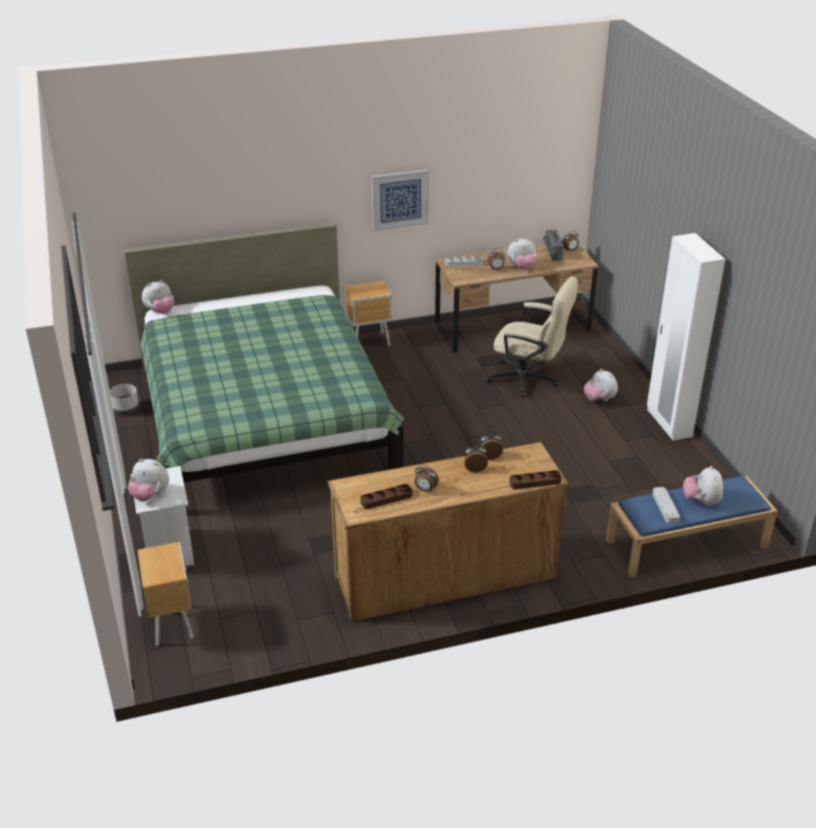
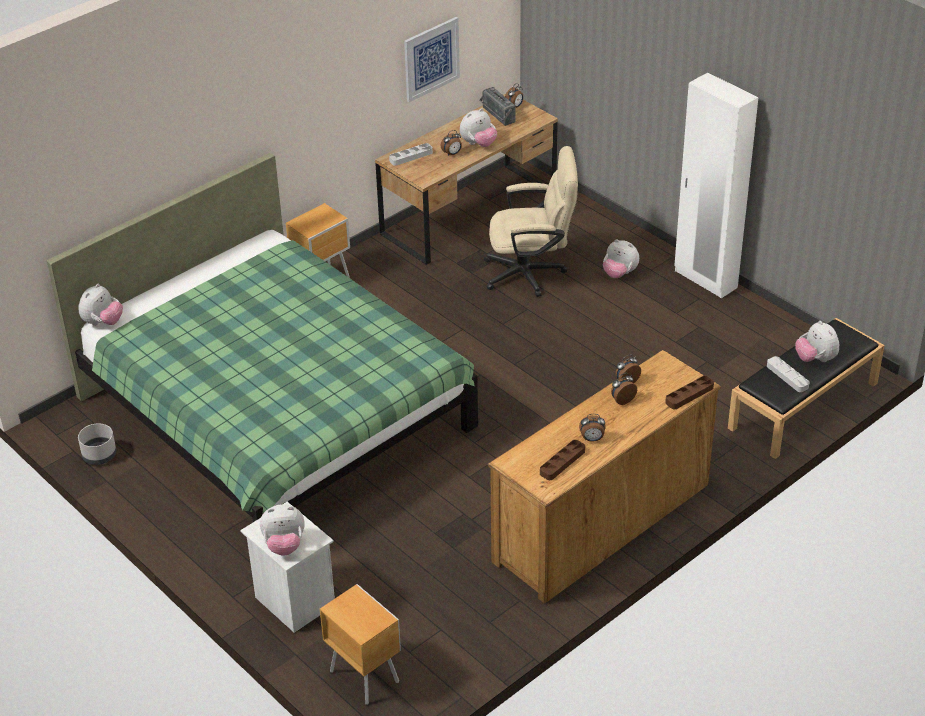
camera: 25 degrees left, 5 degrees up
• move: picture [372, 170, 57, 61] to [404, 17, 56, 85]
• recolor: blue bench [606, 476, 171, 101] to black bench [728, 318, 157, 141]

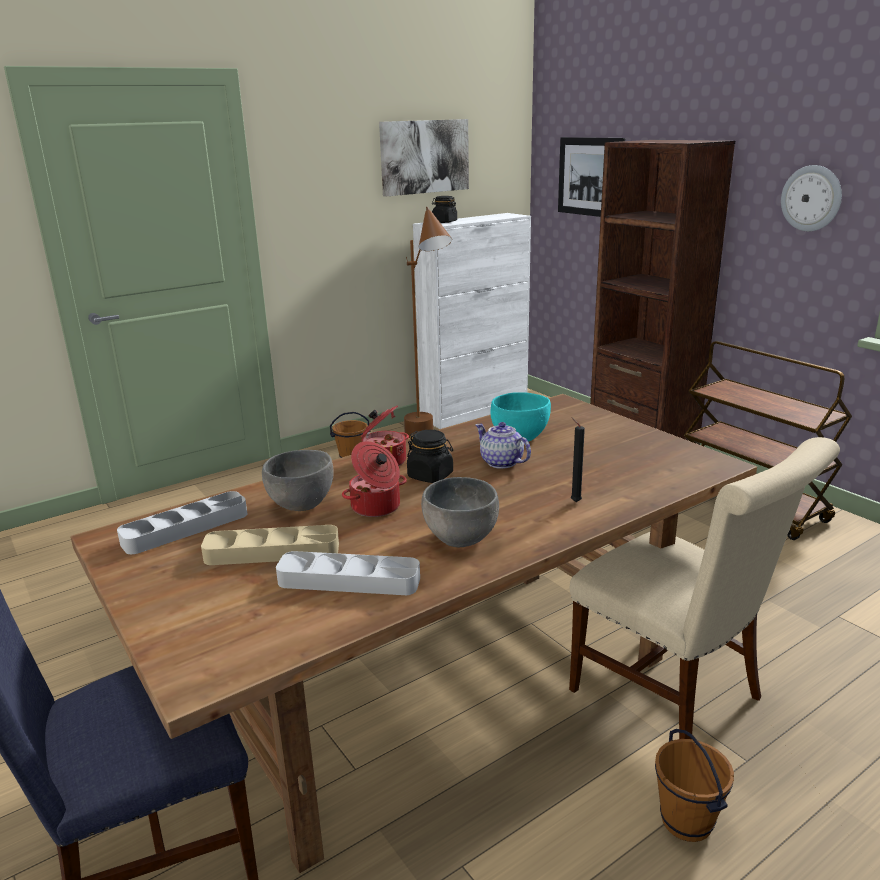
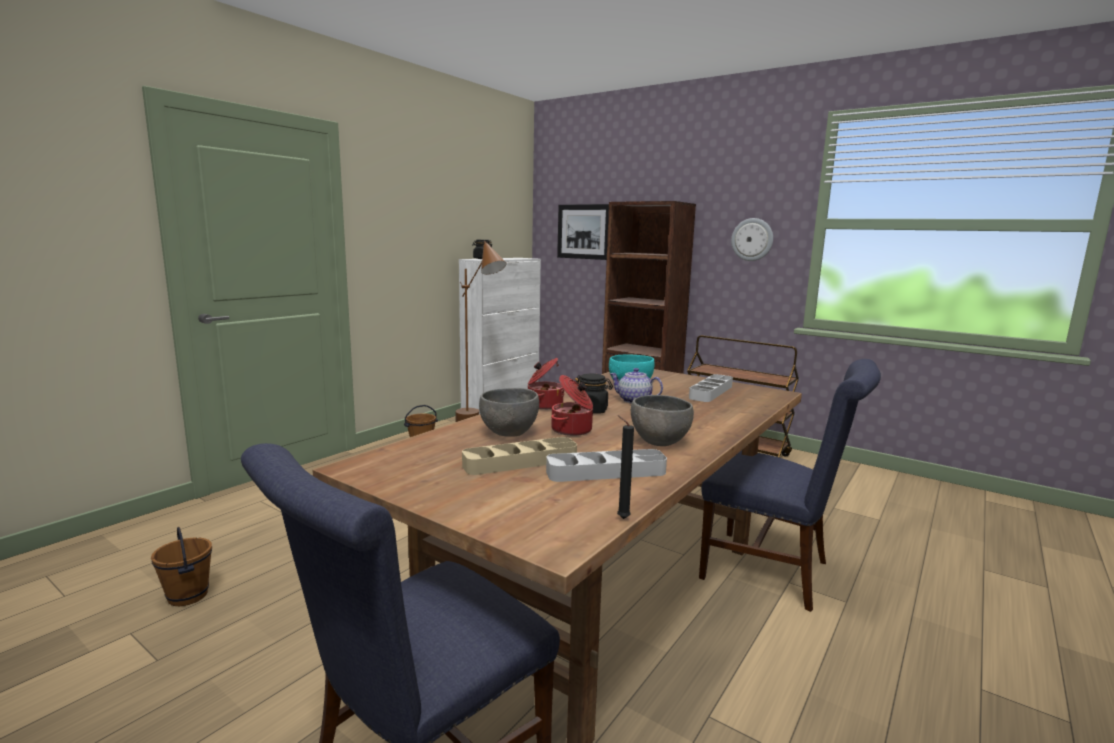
camera: 20 degrees left, 10 degrees down
• delete: picture [379, 119, 90, 77]
• move: black candle [571, 417, 14, 85] to [617, 415, 17, 104]
• recolor: beige chair [569, 437, 271, 302] to blue chair [699, 359, 182, 253]
• move: grey tray [117, 491, 130, 63] to [689, 374, 44, 28]
• move: brown bucket [655, 729, 79, 113] to [151, 527, 61, 79]

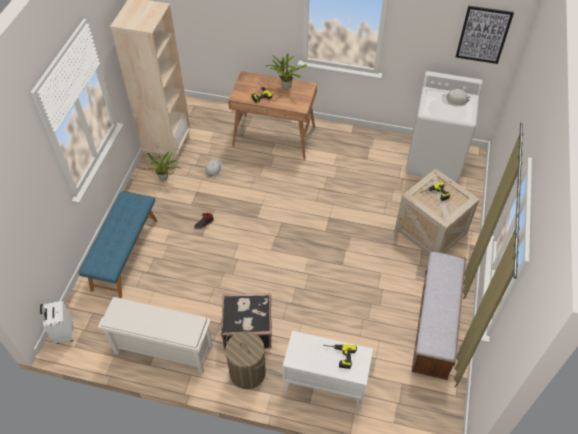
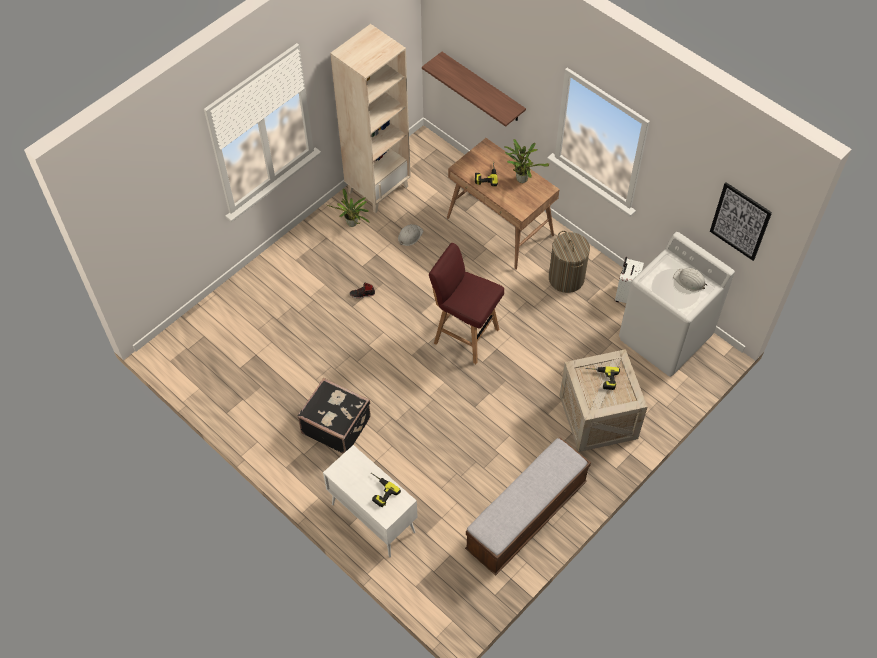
camera: 30 degrees right, 5 degrees up
• delete: blue bench [78, 191, 79, 107]
• delete: white shoe rack [98, 297, 115, 77]
• move: white suitcase [40, 301, 33, 43] to [615, 257, 29, 46]
• move: laundry basket [225, 331, 41, 58] to [549, 231, 41, 62]
• insert: shelf [422, 52, 104, 75]
• insert: red stool [429, 243, 75, 121]

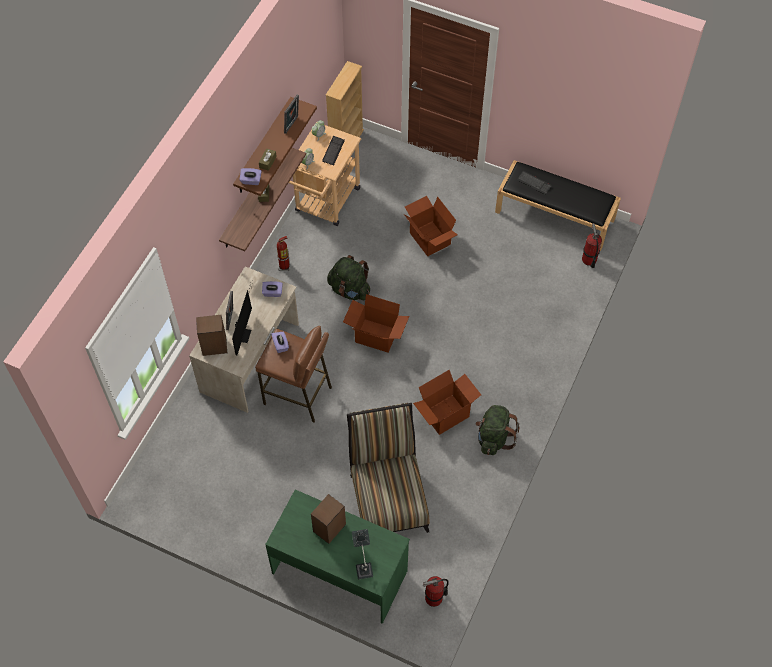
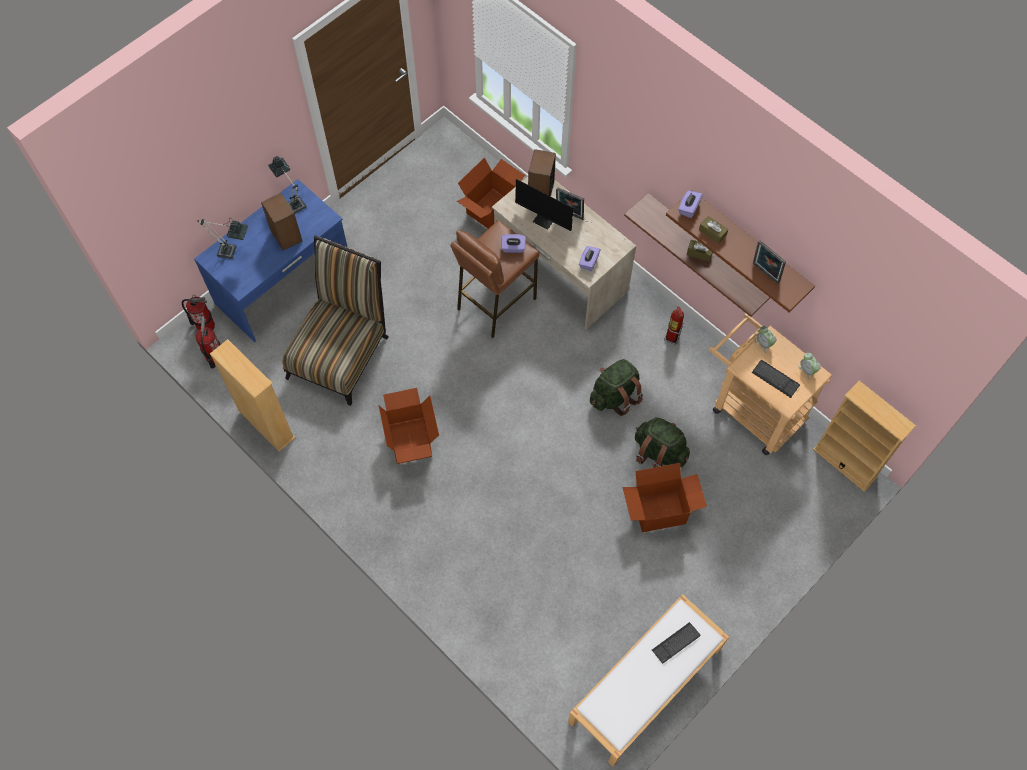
camera: 110 degrees right, 5 degrees up
• recolor: black bench [495, 160, 126, 91] to white bench [568, 594, 161, 173]
• move: fire extinguisher [582, 223, 20, 45] to [182, 295, 33, 36]
• move: cardboard box [343, 294, 66, 58] to [457, 158, 68, 71]
• rotate: chair [347, 403, 83, 130] = [282, 236, 107, 170] 75 degrees counterclockwise
• move: green backpack [476, 405, 44, 50] to [635, 417, 55, 51]
• recolor: green desk [265, 490, 145, 134] to blue desk [194, 179, 153, 163]
• insert: table lamp [268, 156, 39, 58]
• insert: beige bookcase [210, 339, 85, 112]

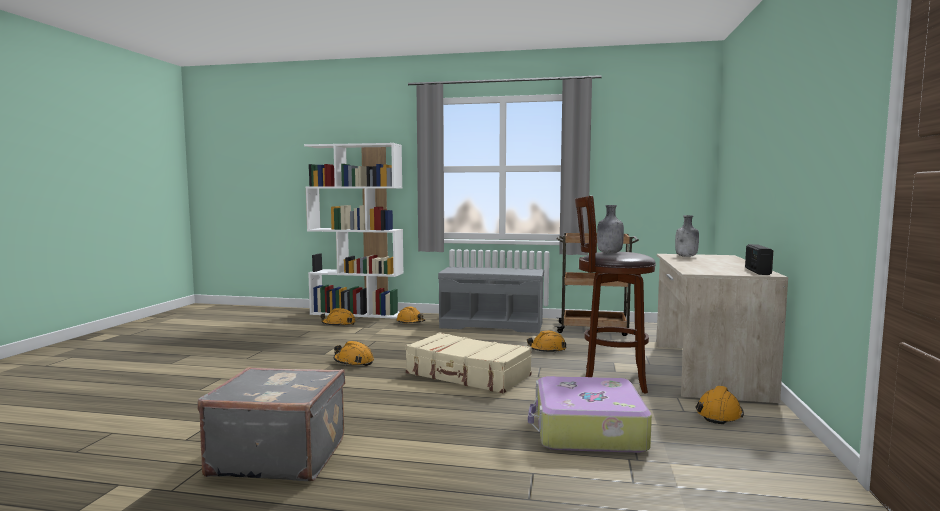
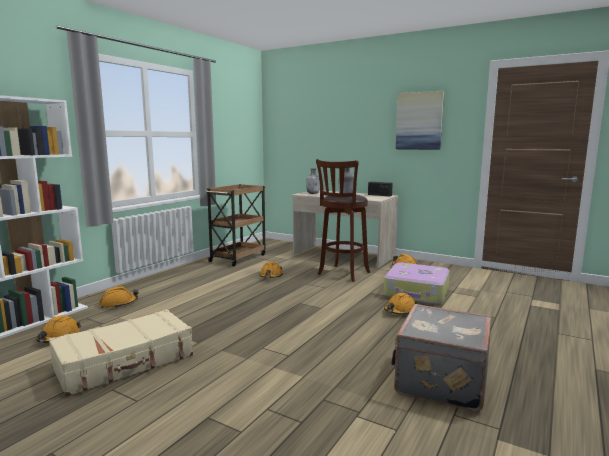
camera: 70 degrees left, 5 degrees up
• delete: grey bench [438, 267, 106, 66]
• move: beige suitcase [405, 333, 127, 60] to [49, 309, 144, 88]
• move: orange hard hat [334, 341, 40, 25] to [384, 293, 33, 22]
• insert: picture [396, 91, 48, 59]

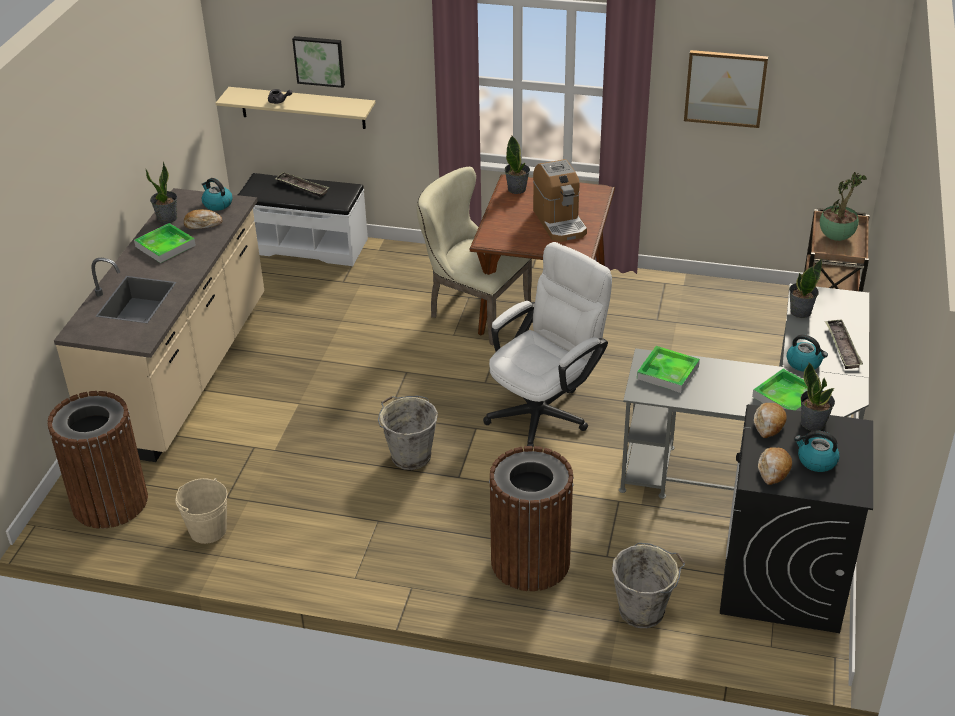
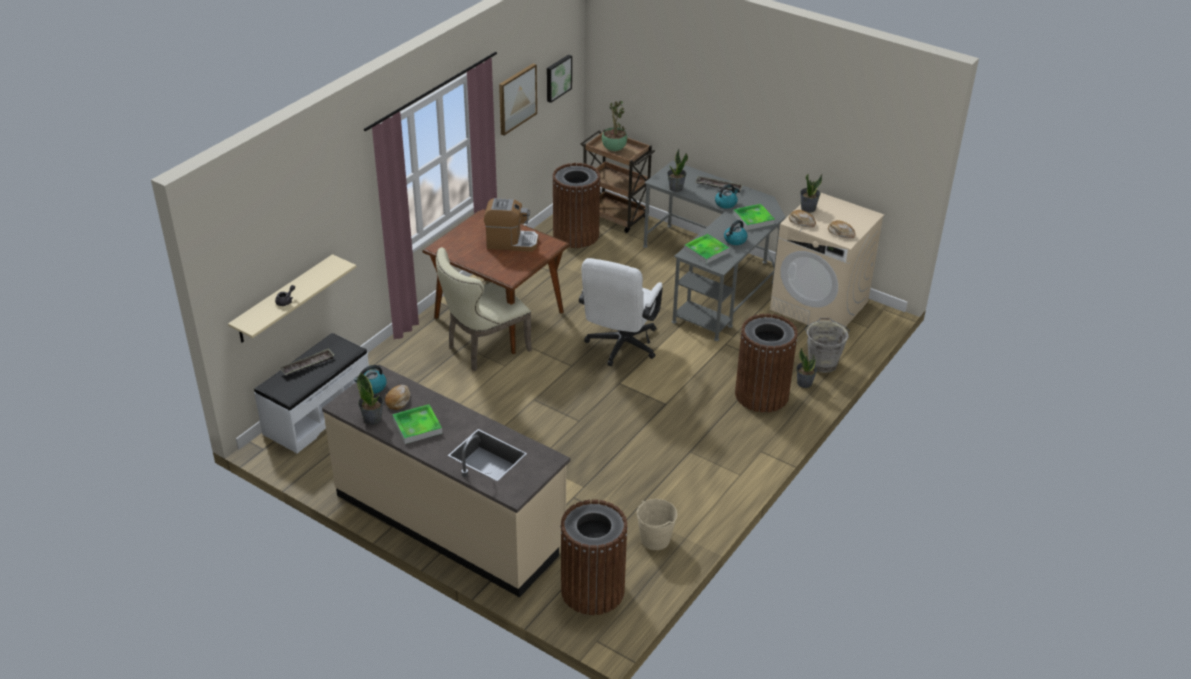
camera: 70 degrees left, 0 degrees up
• move: picture [292, 36, 53, 52] to [547, 55, 25, 48]
• move: potted plant [504, 136, 26, 58] to [796, 348, 21, 40]
• rotate: white office chair [483, 242, 129, 205] = [579, 258, 84, 108] 135 degrees counterclockwise
• delete: grey bucket [378, 396, 60, 74]
• recolor: black washing machine [720, 404, 153, 229] to beige washing machine [770, 192, 114, 136]
• move: kettle [794, 431, 46, 41] to [724, 220, 24, 25]
• insert: brown trash can [552, 163, 48, 85]

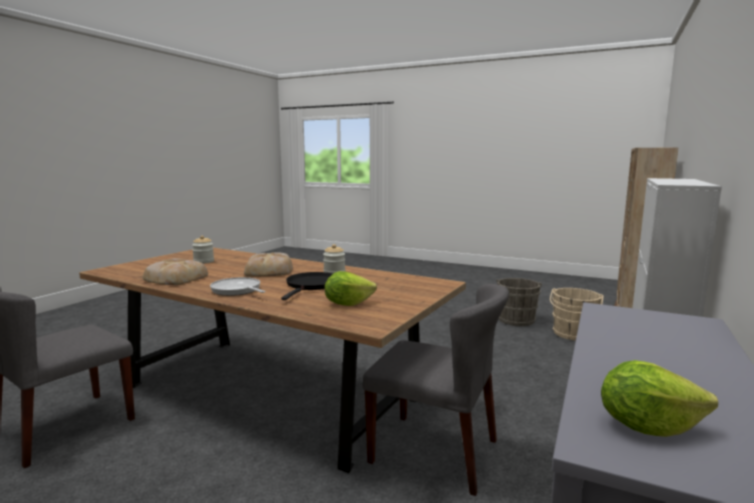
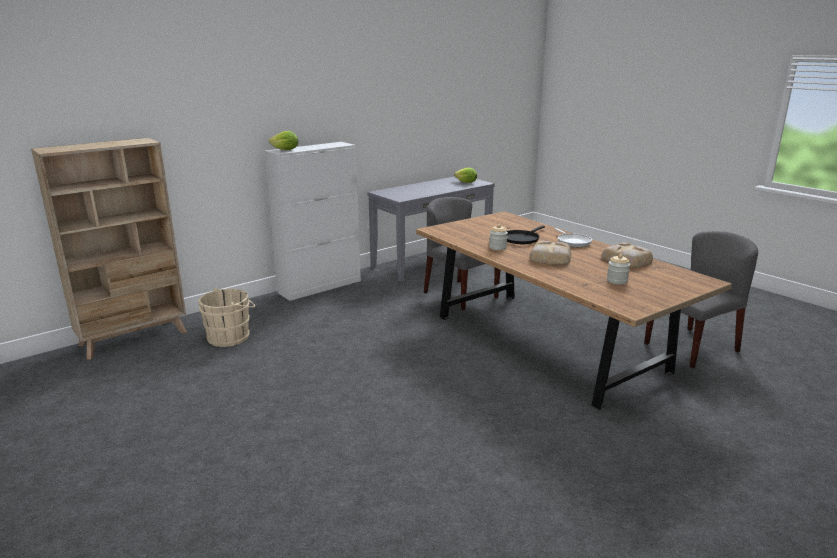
camera: 155 degrees left, 10 degrees up
• move: lettuce [324, 271, 53, 35] to [269, 131, 30, 19]
• delete: grey bucket [496, 278, 46, 48]

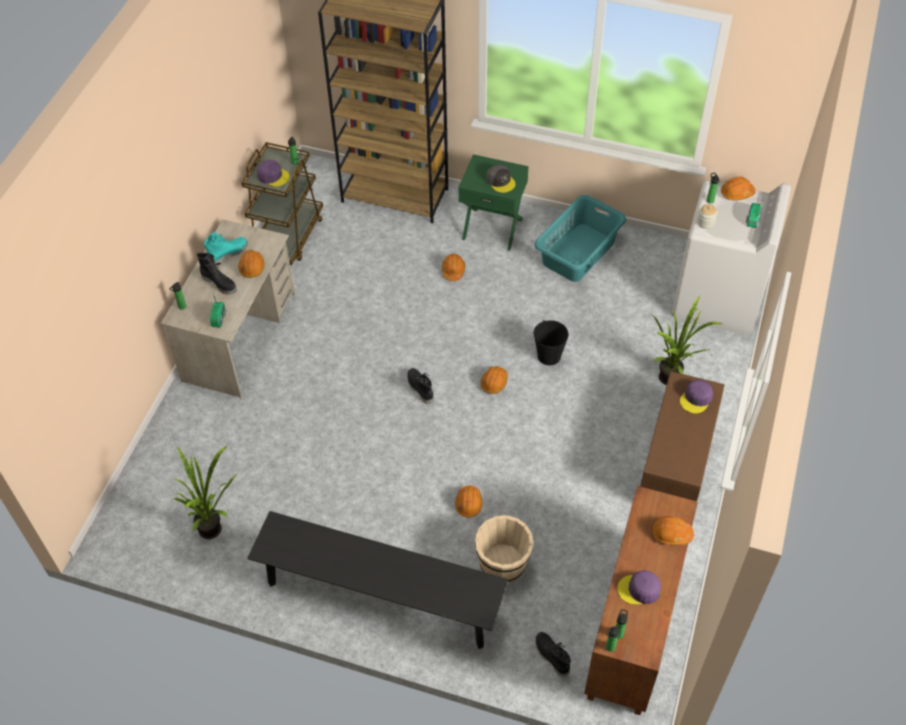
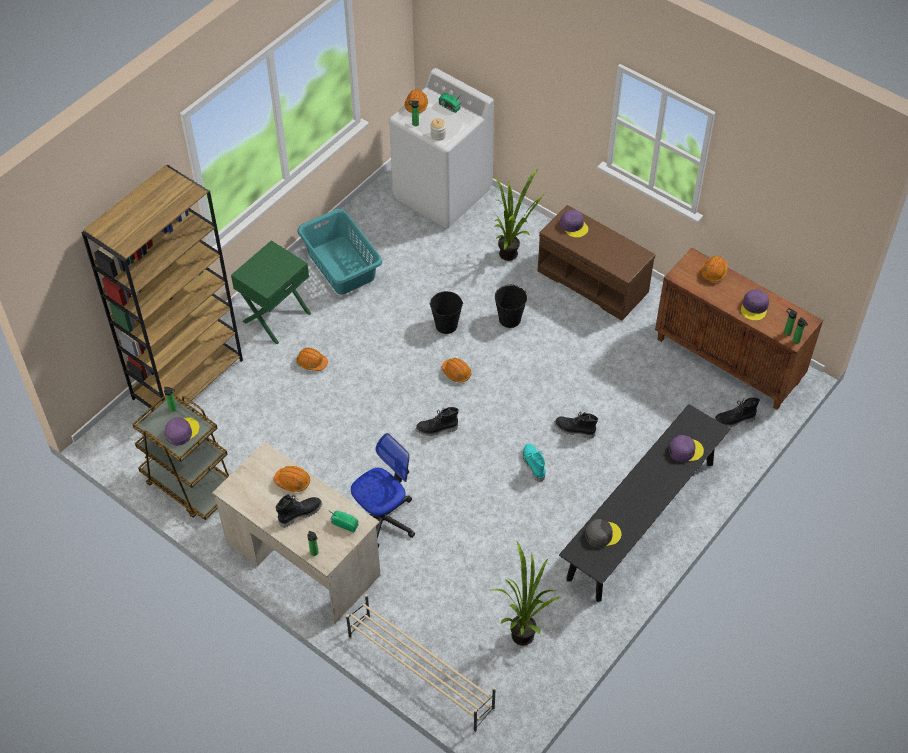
camera: 70 degrees left, 0 degrees up
• move: grey cap [486, 164, 29, 29] to [585, 519, 36, 29]
• move: turquoise boot [204, 232, 44, 32] to [523, 443, 22, 39]
• replace: orange hard hat [455, 485, 28, 32] to black boot [555, 412, 43, 27]
• delete: beige bucket [475, 515, 59, 68]
• insert: black bucket [495, 285, 32, 43]
• insert: office chair [351, 433, 64, 114]
• insert: purple cap [669, 435, 35, 27]
• insert: beige shoe rack [346, 594, 150, 139]

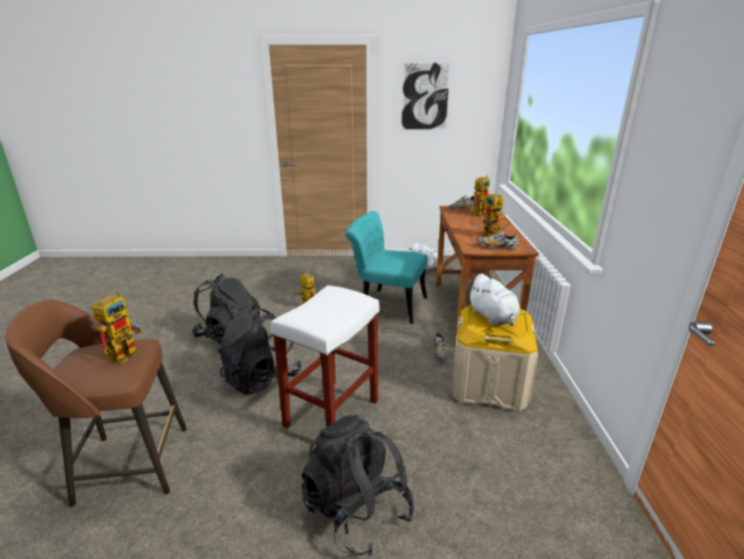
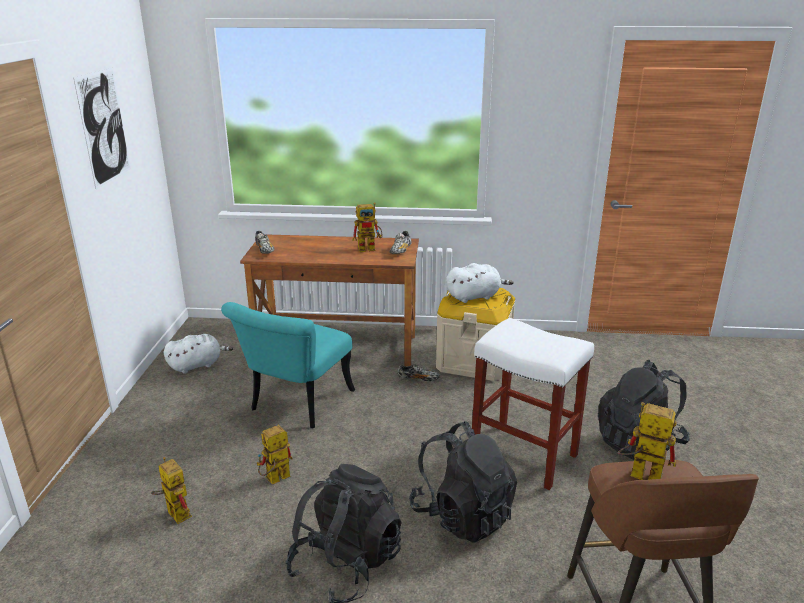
camera: 85 degrees left, 0 degrees up
• move: toy robot [472, 175, 18, 42] to [151, 457, 41, 67]

